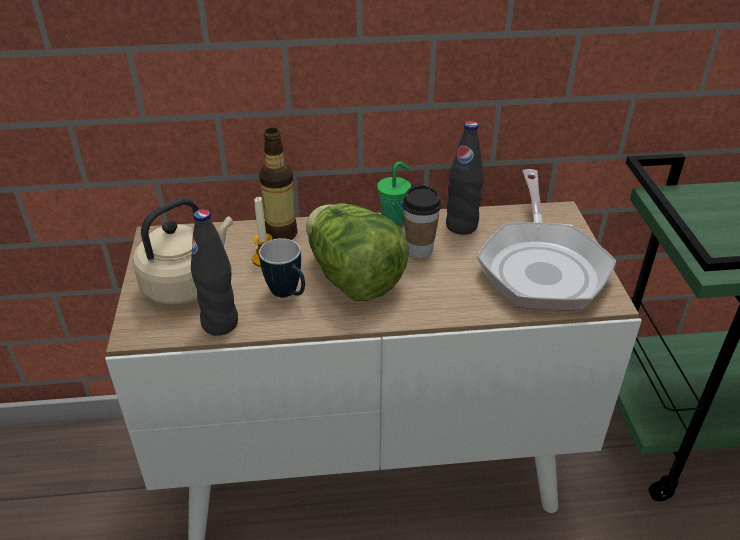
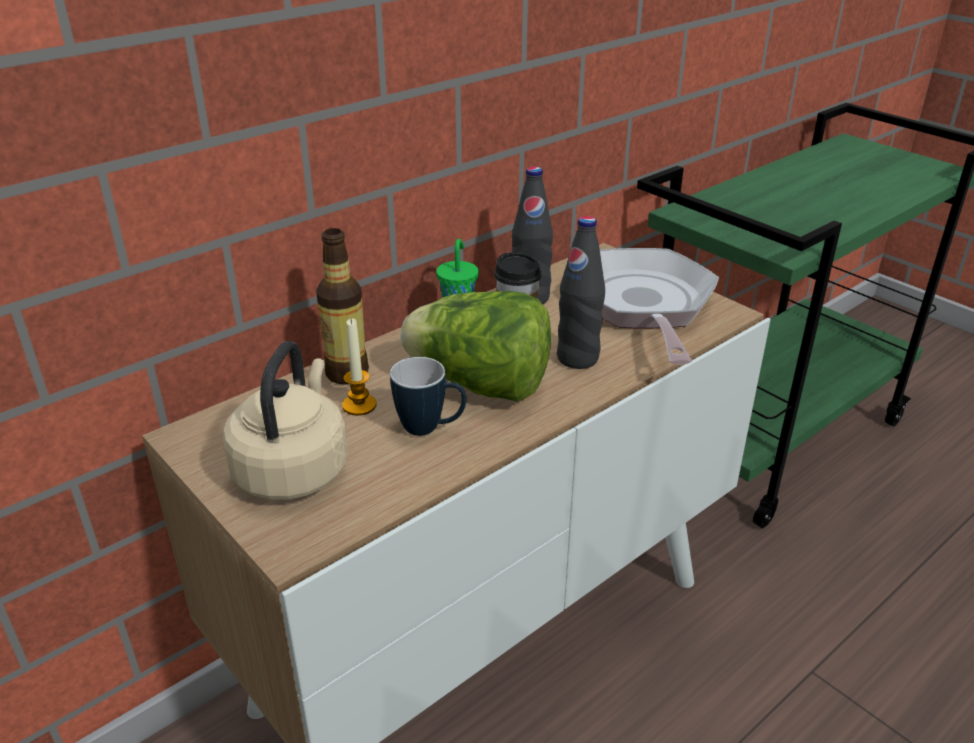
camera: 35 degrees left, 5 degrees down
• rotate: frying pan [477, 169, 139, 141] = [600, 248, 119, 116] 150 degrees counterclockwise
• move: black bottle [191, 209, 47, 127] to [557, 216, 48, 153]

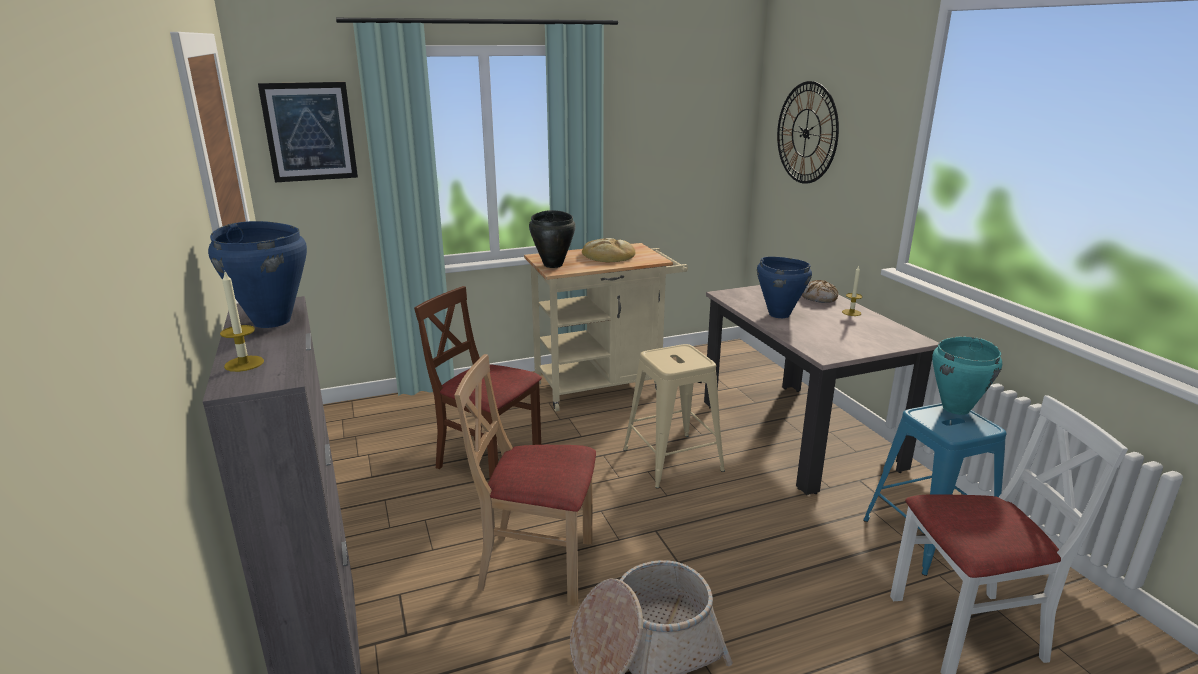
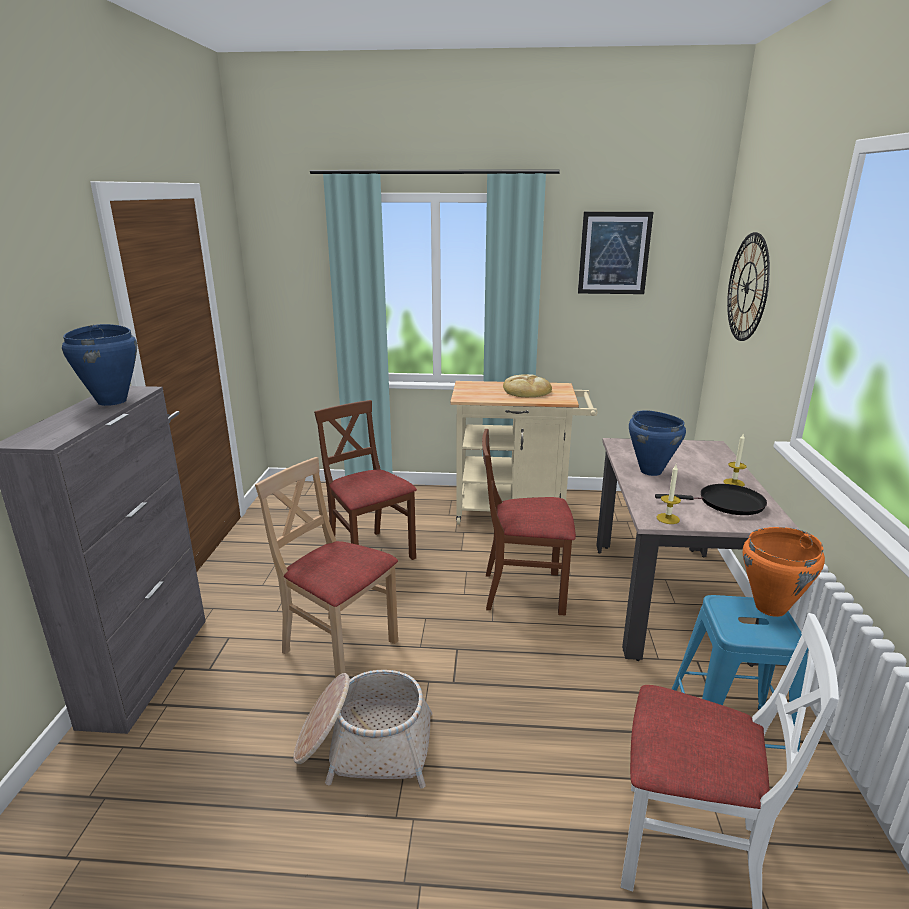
camera: 25 degrees right, 0 degrees up
• move: picture [258, 82, 100, 100] to [578, 212, 75, 82]
• delete: black cooking pot [529, 210, 47, 58]
• move: candle [220, 272, 44, 100] to [657, 465, 24, 59]
• delete: bread [802, 280, 36, 23]
• recolor: turquoise cooking pot [932, 336, 70, 79] to orange cooking pot [743, 527, 82, 90]
• replace: beige stool [623, 344, 102, 144] to brown chair [482, 429, 94, 186]
• insert: black frying pan [655, 484, 112, 31]

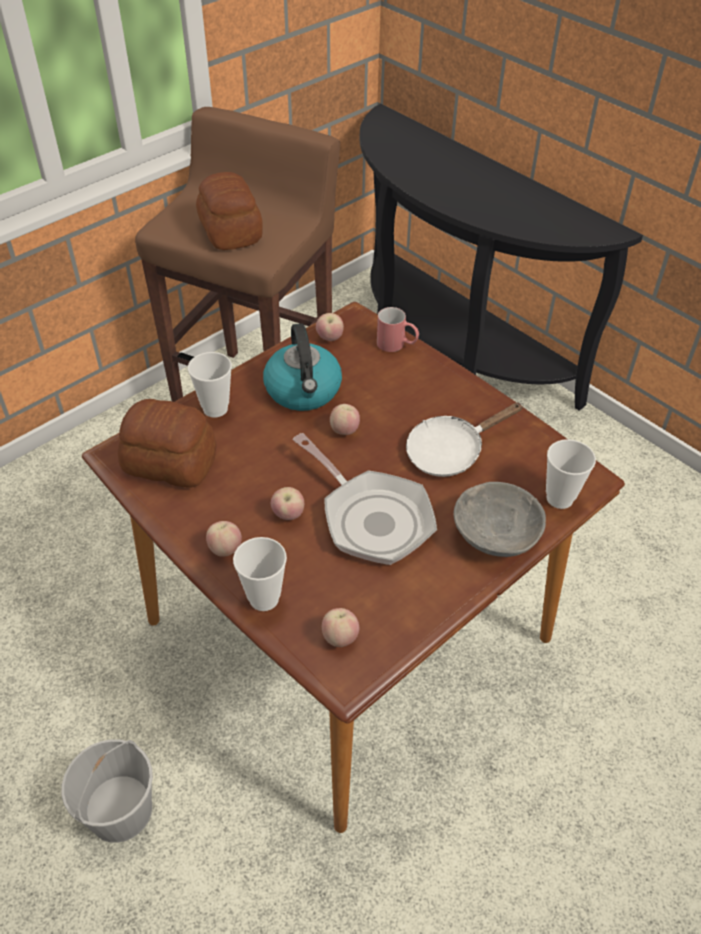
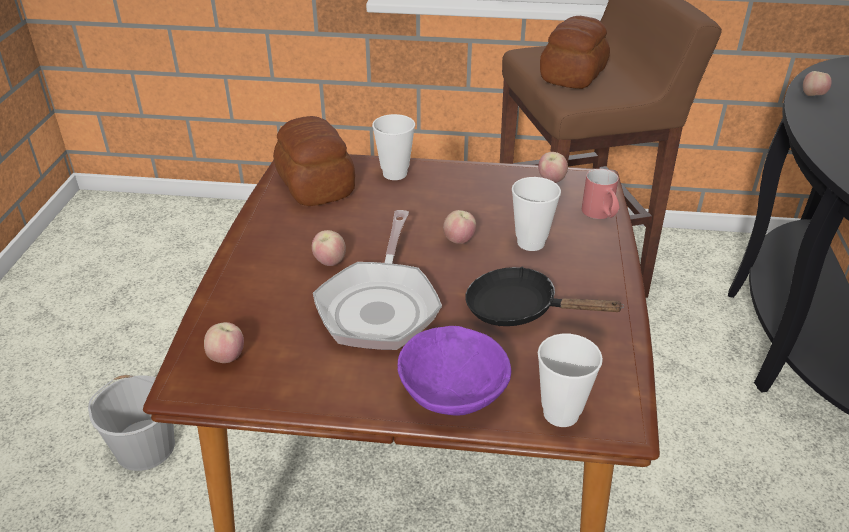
camera: 50 degrees right, 10 degrees down
• delete: kettle [263, 323, 79, 88]
• recolor: white frying pan [406, 402, 117, 75] to black frying pan [465, 267, 159, 59]
• recolor: grey bowl [453, 482, 93, 75] to purple bowl [398, 326, 113, 90]
• move: apple [206, 521, 36, 36] to [803, 71, 29, 25]
• move: cup [233, 537, 54, 74] to [512, 177, 49, 74]

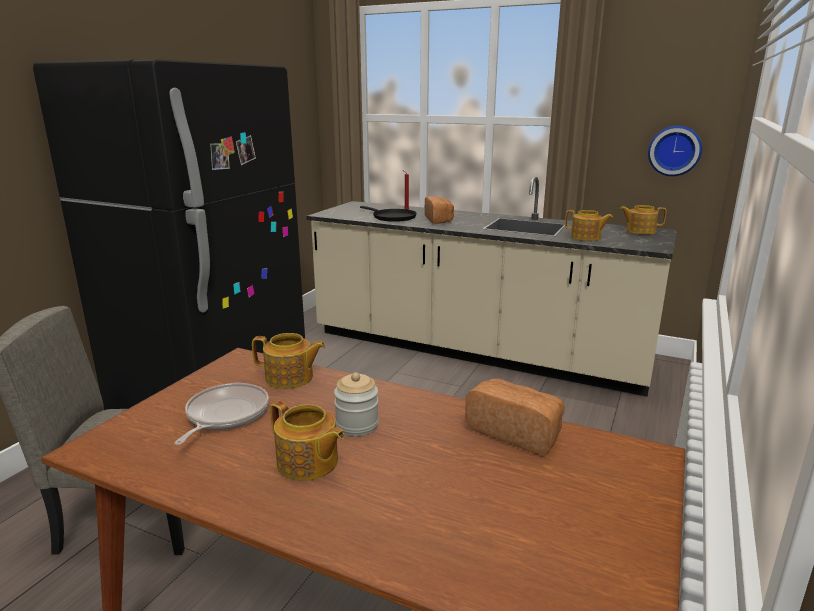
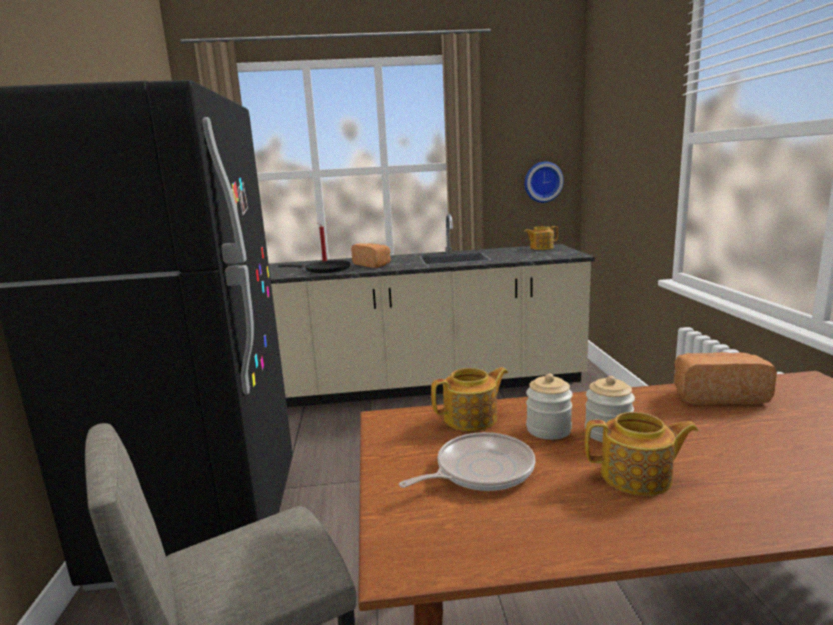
camera: 30 degrees left, 5 degrees down
• delete: teapot [565, 210, 48, 31]
• rotate: frying pan [174, 383, 95, 62] = [399, 432, 136, 59] 75 degrees clockwise
• insert: jar [526, 374, 47, 66]

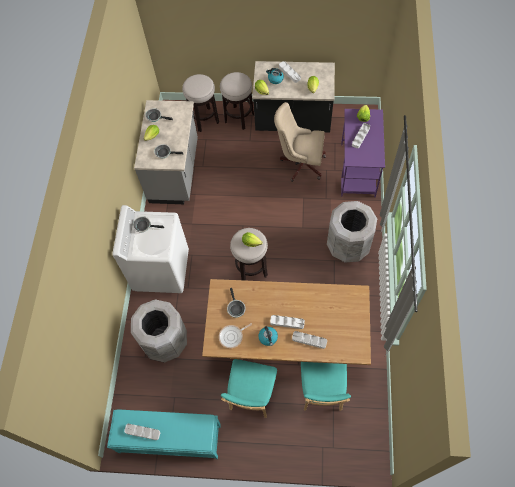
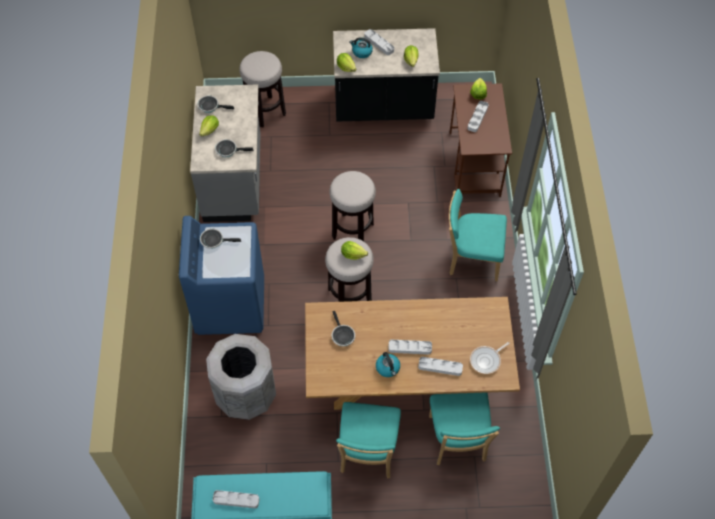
camera: 10 degrees left, 5 degrees down
• move: stool [220, 72, 34, 58] to [330, 171, 46, 70]
• delete: beige office chair [274, 102, 52, 80]
• recolor: purple desk [341, 109, 44, 89] to brown desk [450, 83, 62, 114]
• replace: grey trash can [327, 201, 50, 62] to turquoise chair [449, 189, 58, 92]
• recolor: white washing machine [112, 205, 77, 88] to blue washing machine [179, 216, 85, 119]
• move: frying pan [219, 323, 33, 25] to [470, 342, 40, 32]

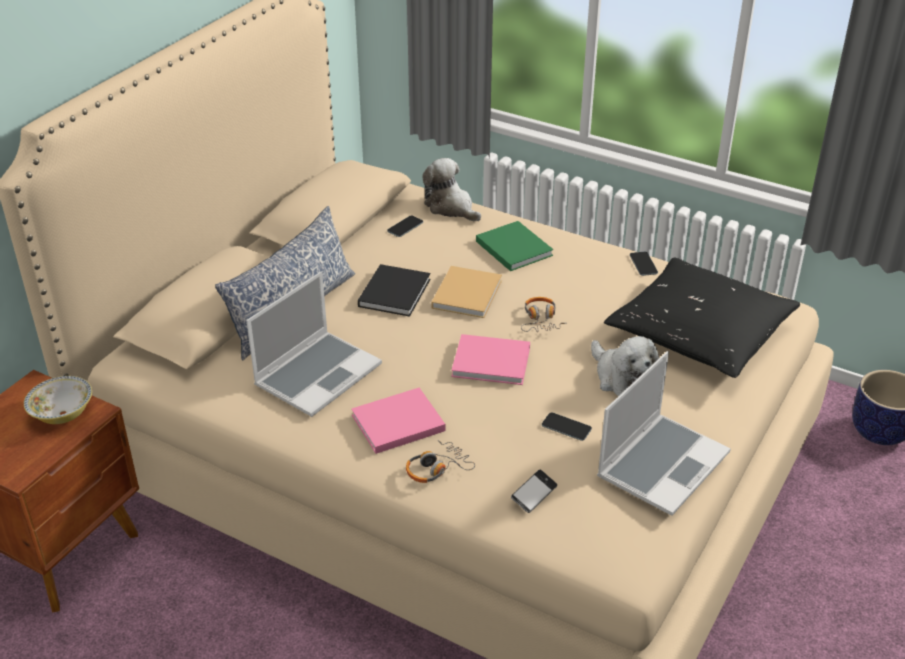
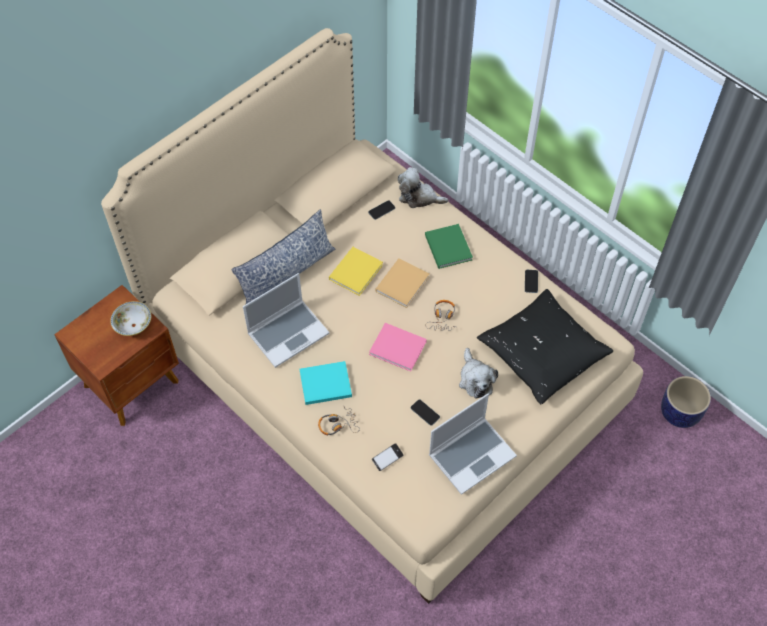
camera: 15 degrees right, 20 degrees up
• rotate: plush toy [422, 158, 59, 63] = [398, 167, 50, 41] 45 degrees counterclockwise
• recolor: black book [358, 264, 72, 53] to yellow book [329, 247, 54, 49]
• recolor: pink book [351, 388, 94, 66] to turquoise book [300, 361, 52, 44]

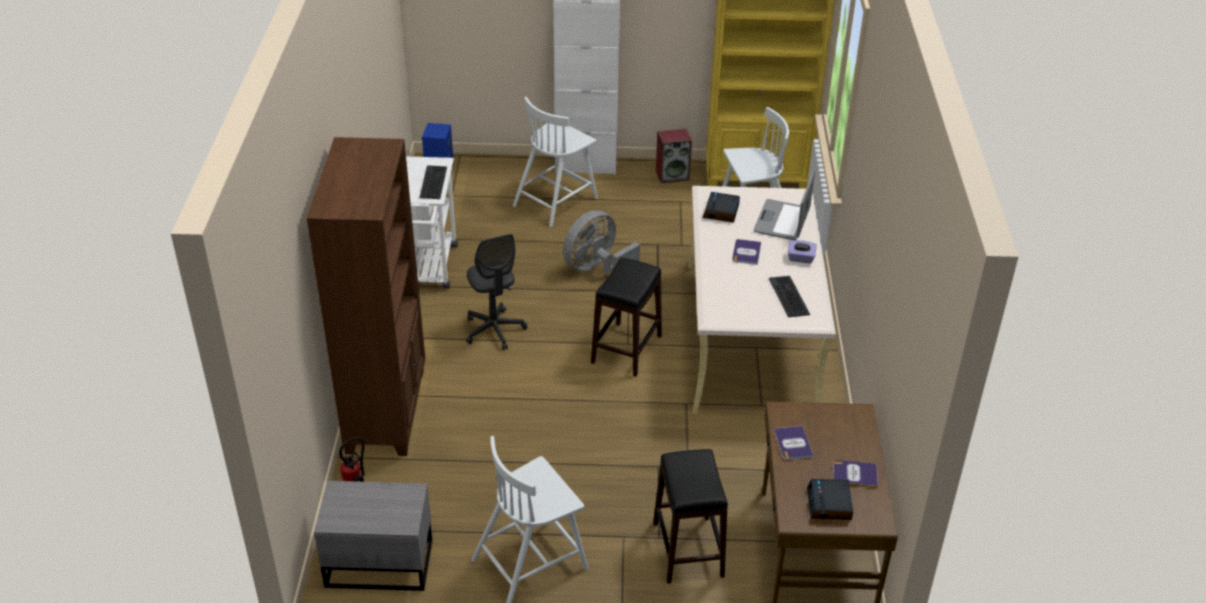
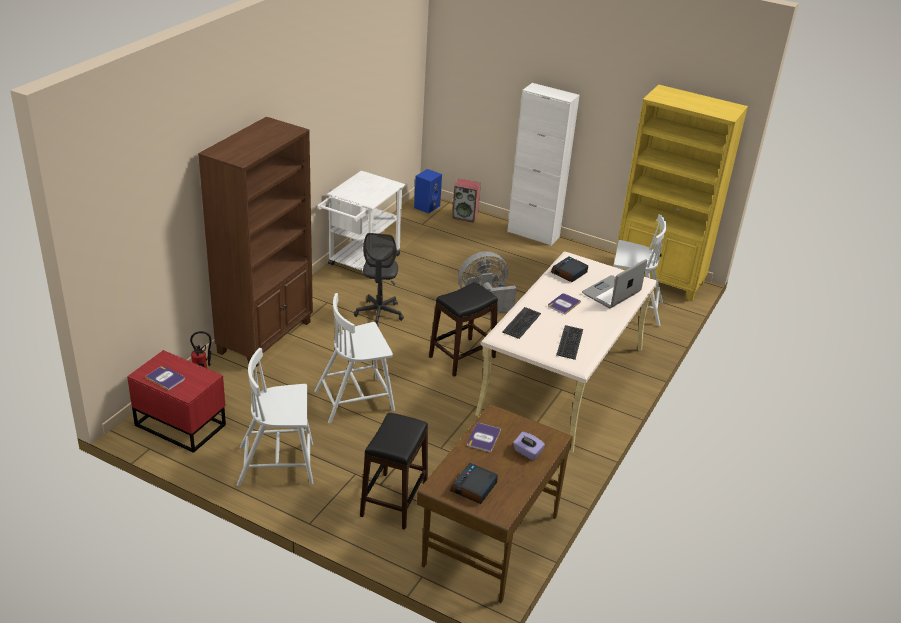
camera: 25 degrees right, 5 degrees down
• move: white chair [513, 97, 85, 130] to [314, 293, 81, 131]
• move: speaker [656, 129, 36, 55] to [452, 179, 29, 43]
• move: keyboard [419, 165, 28, 34] to [502, 307, 39, 32]
• move: purple tissue box [788, 240, 29, 23] to [513, 432, 32, 28]
• move: book [833, 460, 45, 28] to [145, 366, 40, 25]
• recolor: grey nightstand [314, 481, 118, 110] to red nightstand [127, 350, 99, 103]

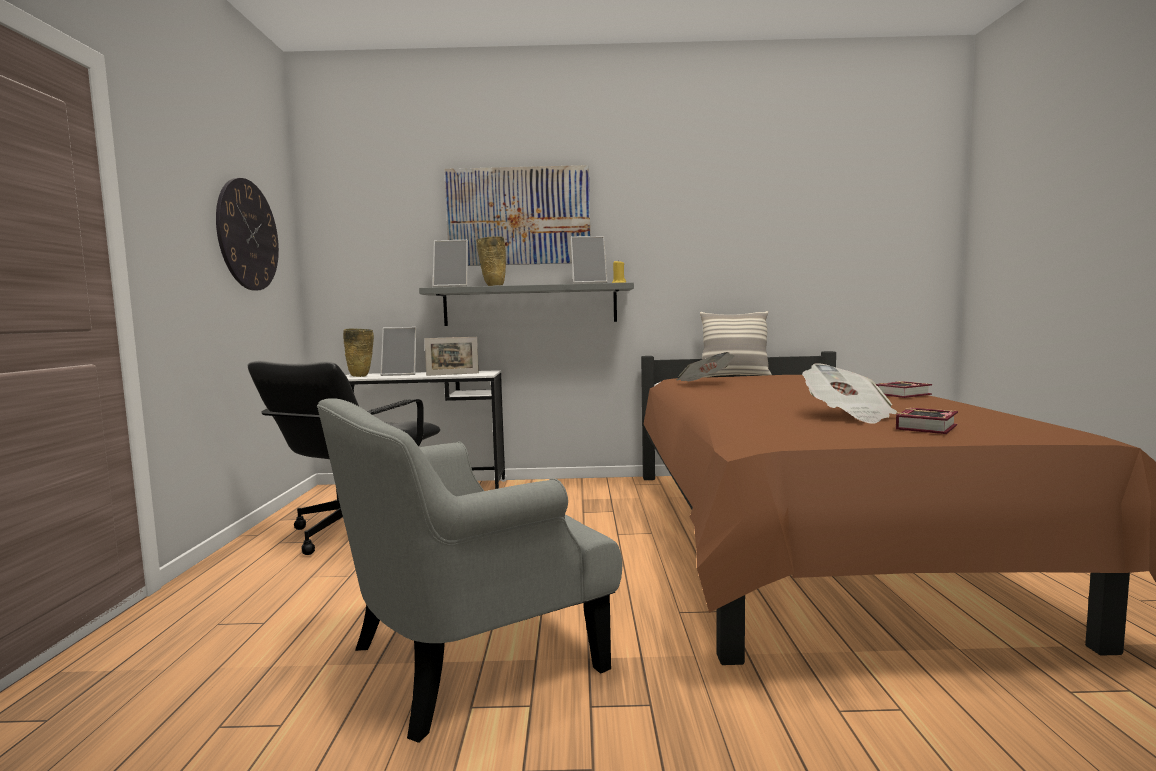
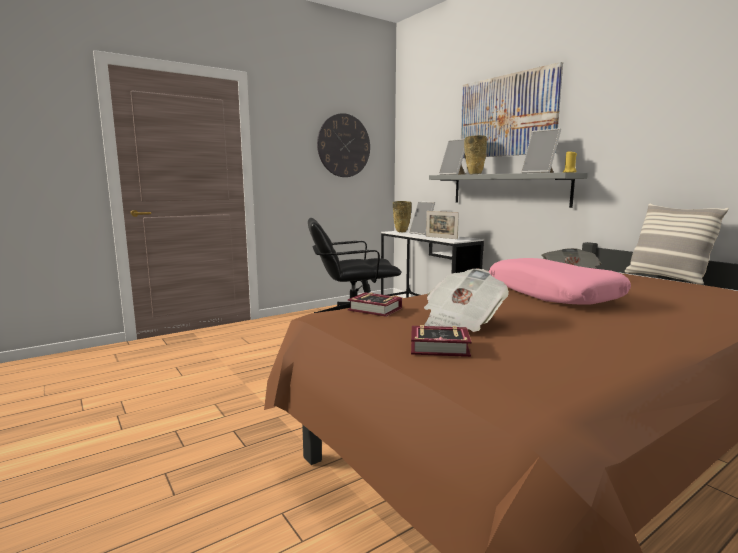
camera: 55 degrees right, 5 degrees up
• move: book [876, 381, 56, 17] to [348, 292, 54, 25]
• delete: grey armchair [317, 398, 305, 345]
• insert: pink pillow [489, 258, 142, 46]

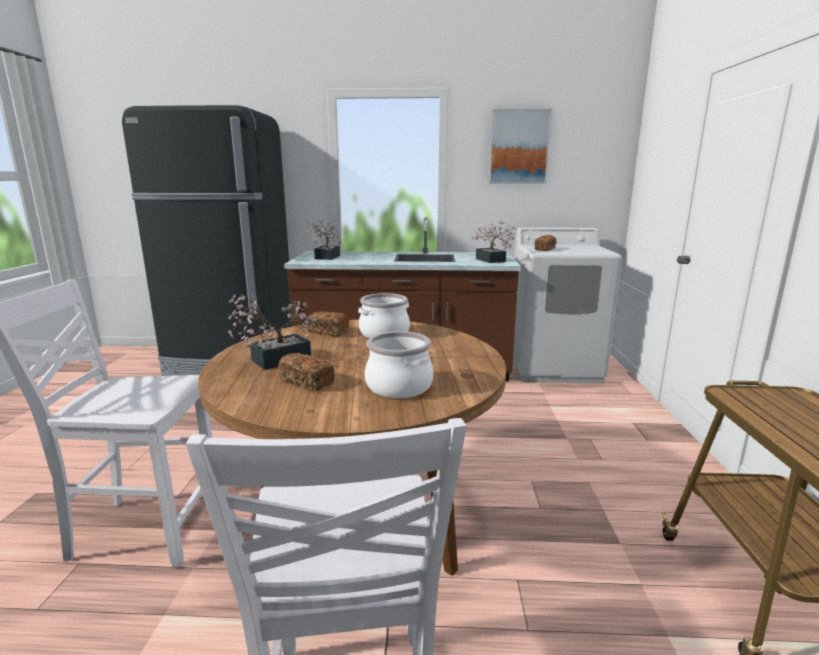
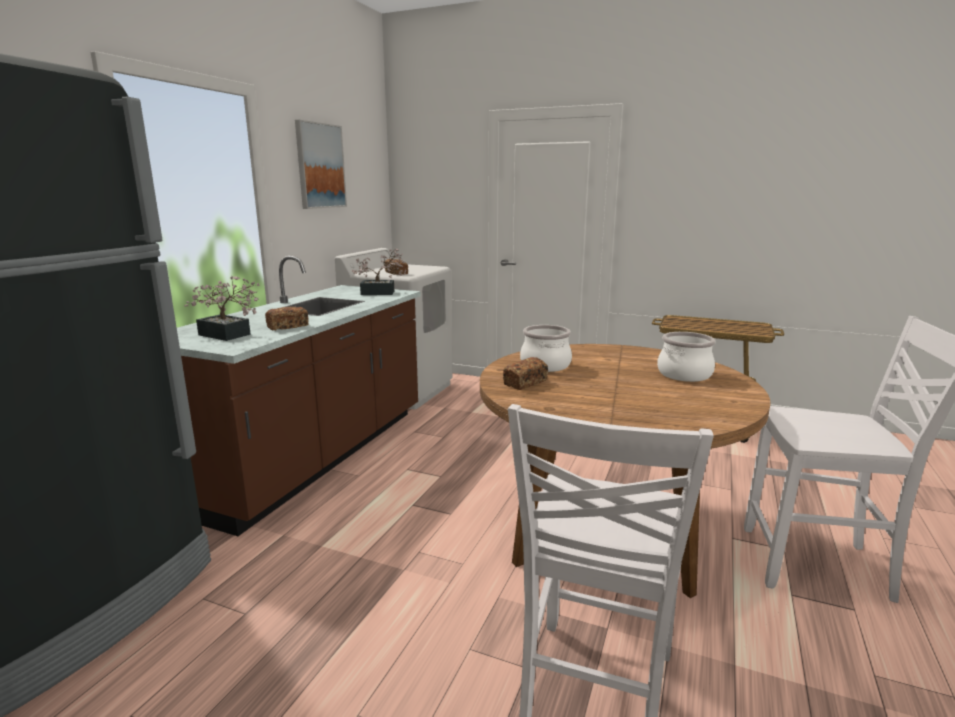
camera: 70 degrees left, 0 degrees up
• delete: potted plant [228, 295, 88, 75]
• move: bread [278, 353, 57, 38] to [265, 307, 44, 23]

